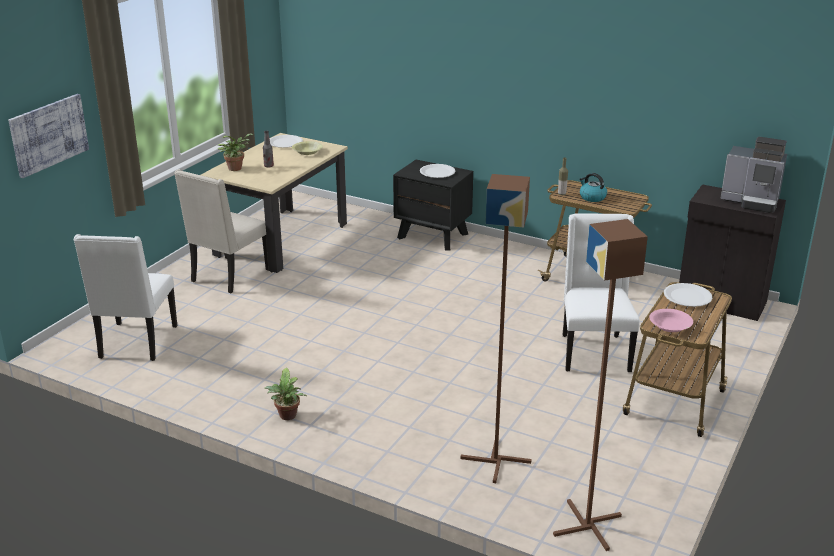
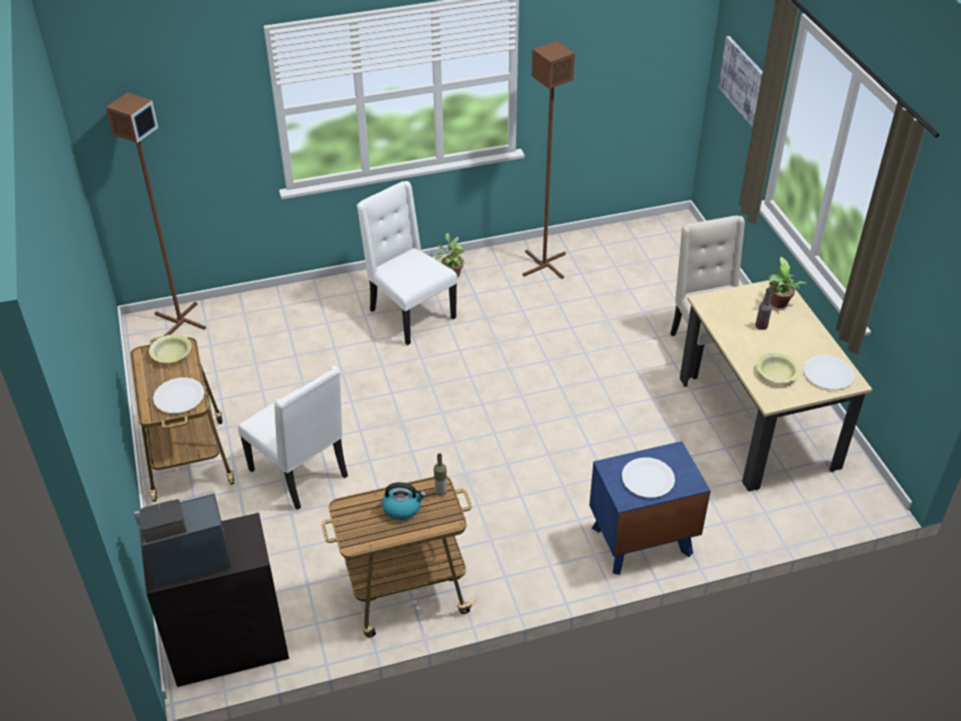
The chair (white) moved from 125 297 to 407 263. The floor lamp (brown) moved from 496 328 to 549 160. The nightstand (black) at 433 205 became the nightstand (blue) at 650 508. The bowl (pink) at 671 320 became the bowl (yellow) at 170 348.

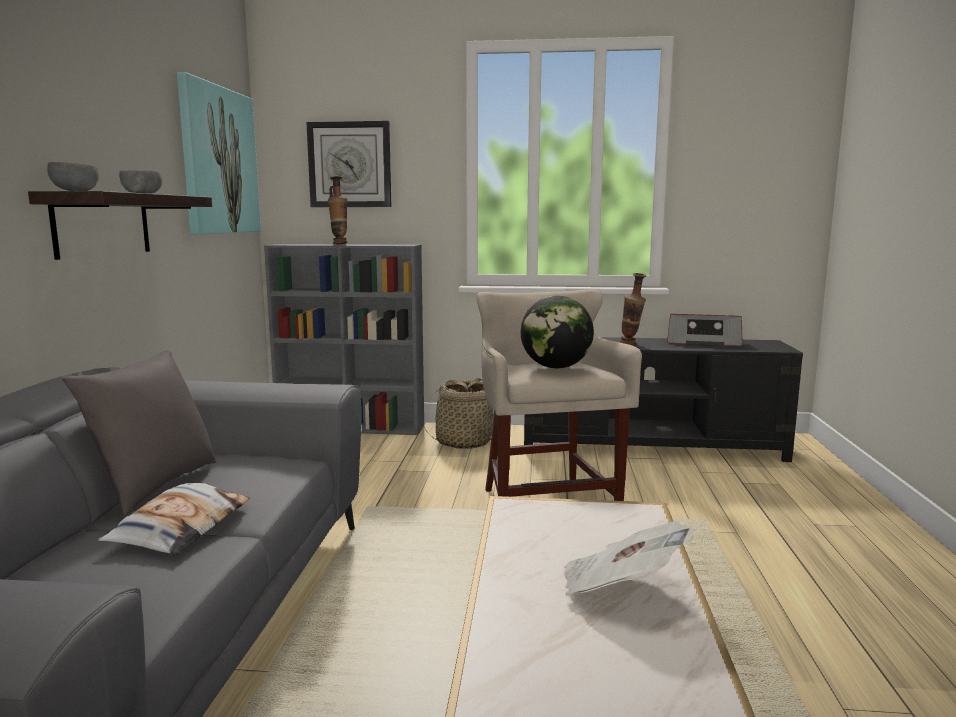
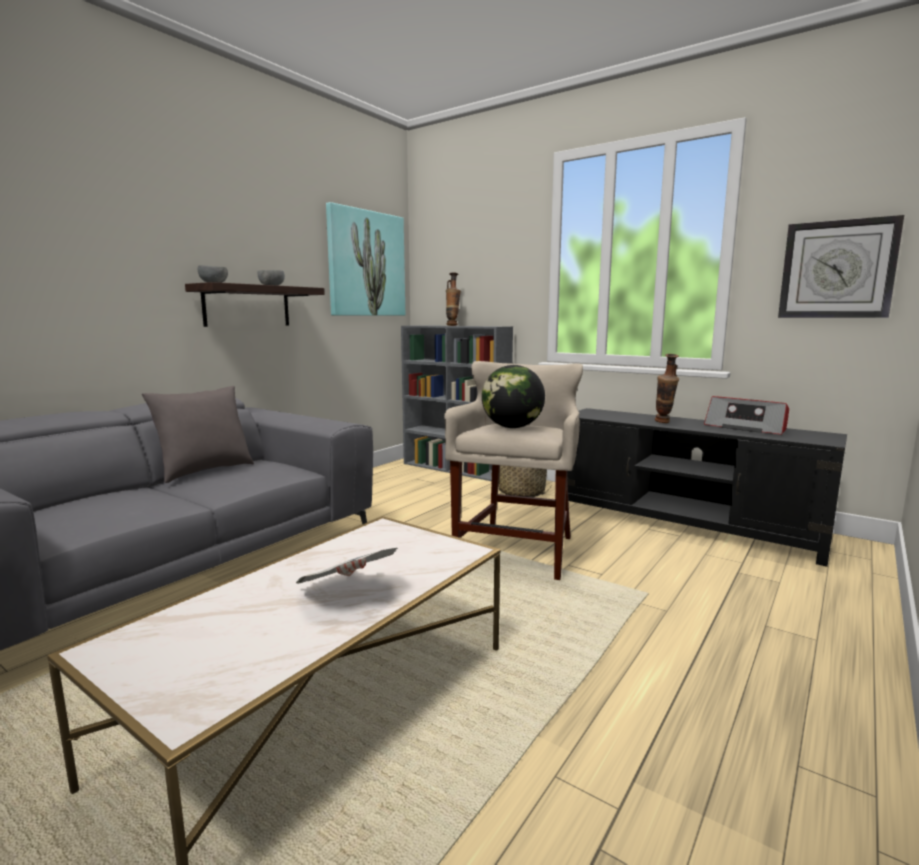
The pillow at 174 519 disappeared. The wall clock moved from 348 164 to 841 266.

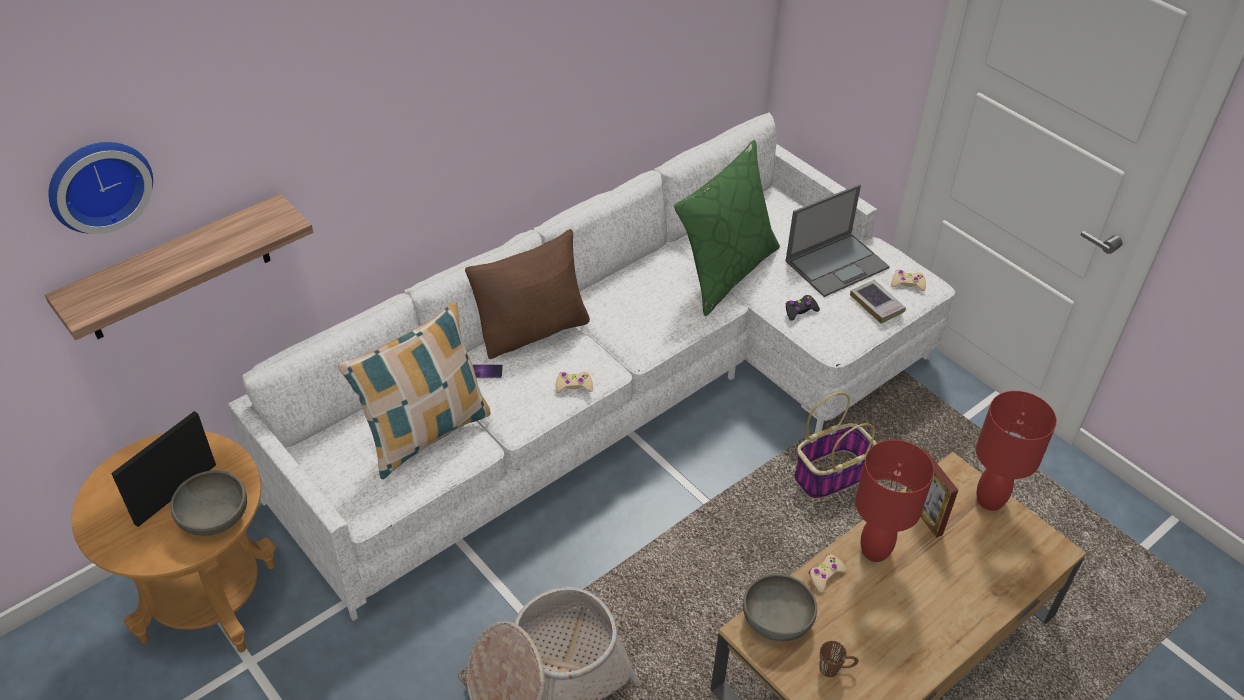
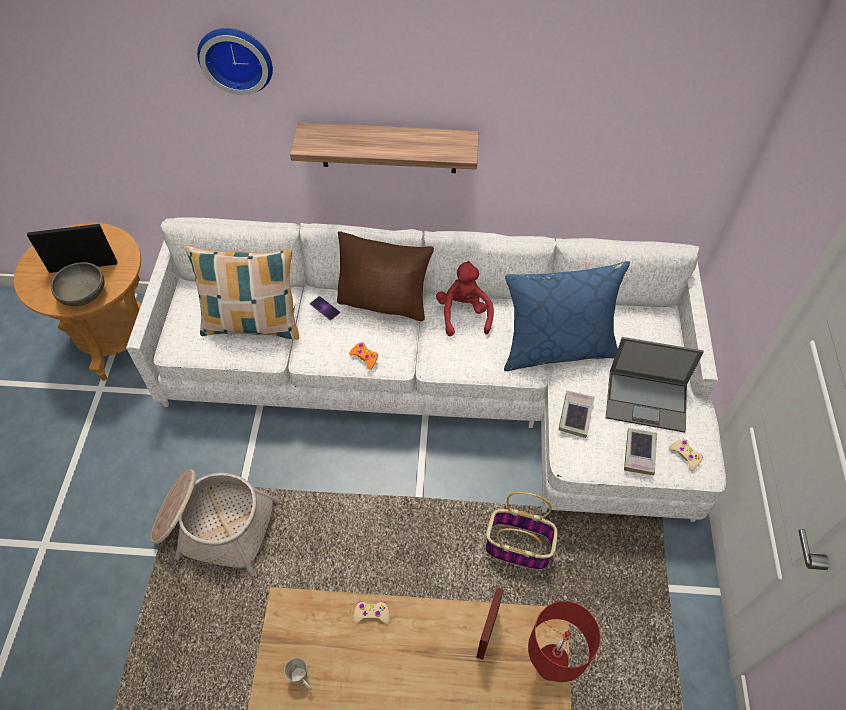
The bowl (grey) at 780 607 disappeared. The table lamp (red) at 894 501 disappeared. The plush toy (red) at 465 298 appeared. The shelf moved from 179 267 to 384 148. The wall clock moved from 100 188 to 235 61. The game controller (black) at 803 308 was replaced by the book at 576 414. The game controller (beige) at 574 382 became the game controller (orange) at 363 355. The pillow (green) at 727 228 became the pillow (blue) at 567 316. The mug (brown) at 839 659 became the mug (white) at 298 674.

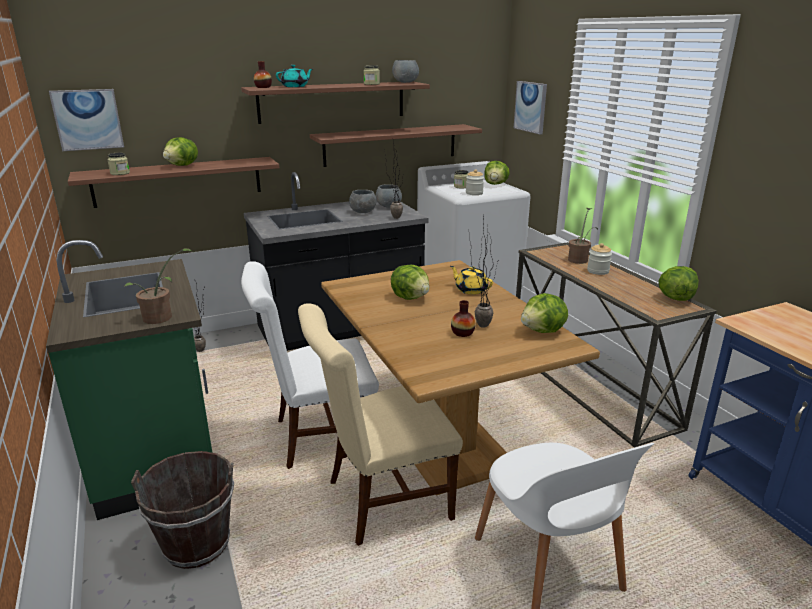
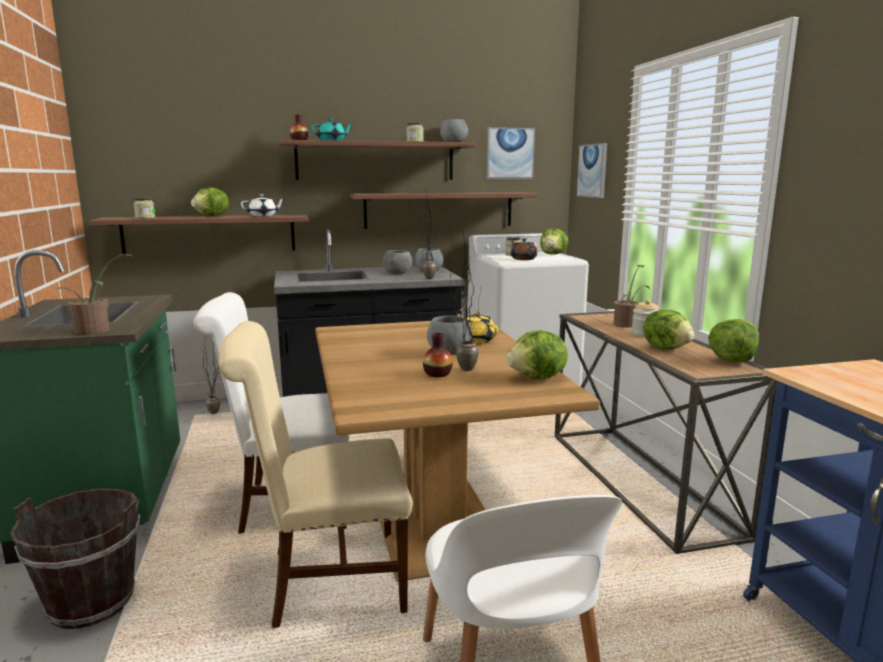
The teapot (white) at 262 205 appeared. The bowl (grey) at 449 335 appeared. The picture moved from 86 120 to 510 153. The lettuce moved from 410 282 to 668 329. The jar at 475 182 was replaced by the teapot (brown) at 524 249.

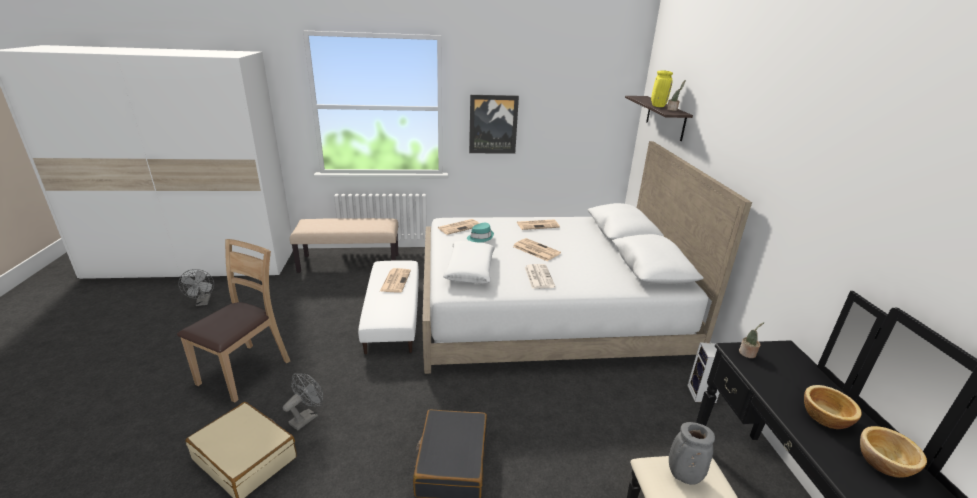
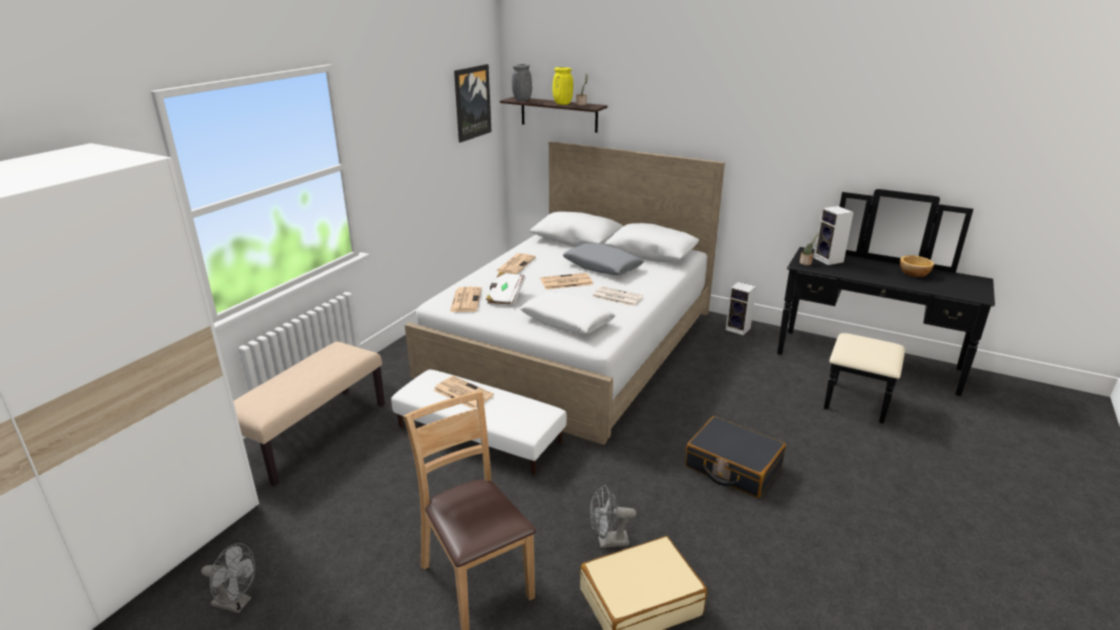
The bowl at 833 407 disappeared. The pillow (grey) at 603 259 appeared. The speaker at 833 235 appeared. The picture moved from 494 124 to 473 103. The vase (grey) moved from 692 453 to 522 82. The hat (turquoise) at 480 233 was replaced by the book (white) at 505 289. The fan (grey) at 303 402 turned 75 degrees counterclockwise.

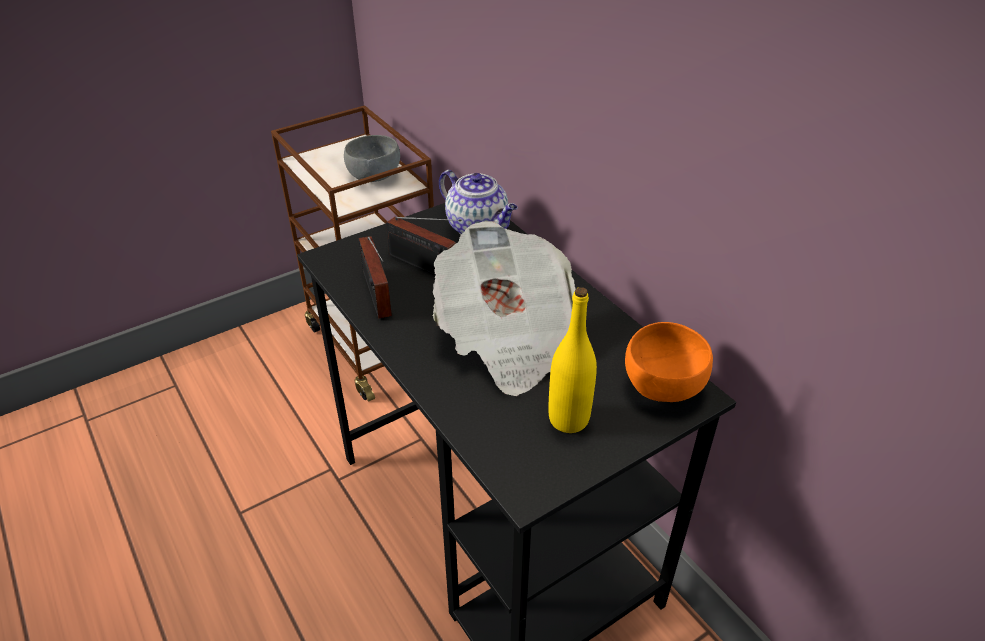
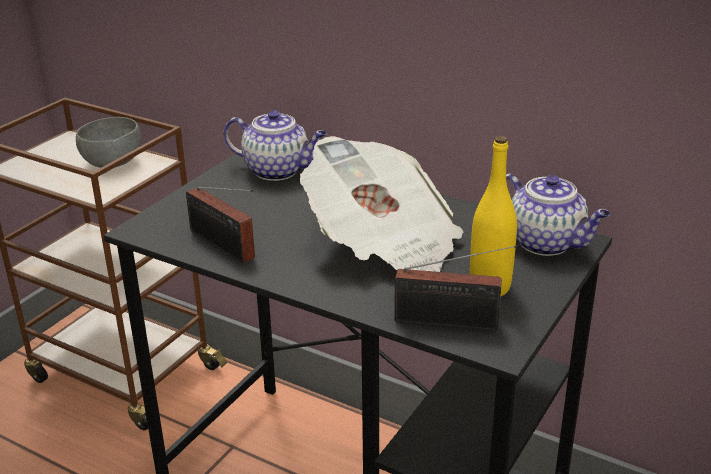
The radio moved from 424 246 to 456 288. The bowl (orange) at 669 362 was replaced by the teapot at 558 215.

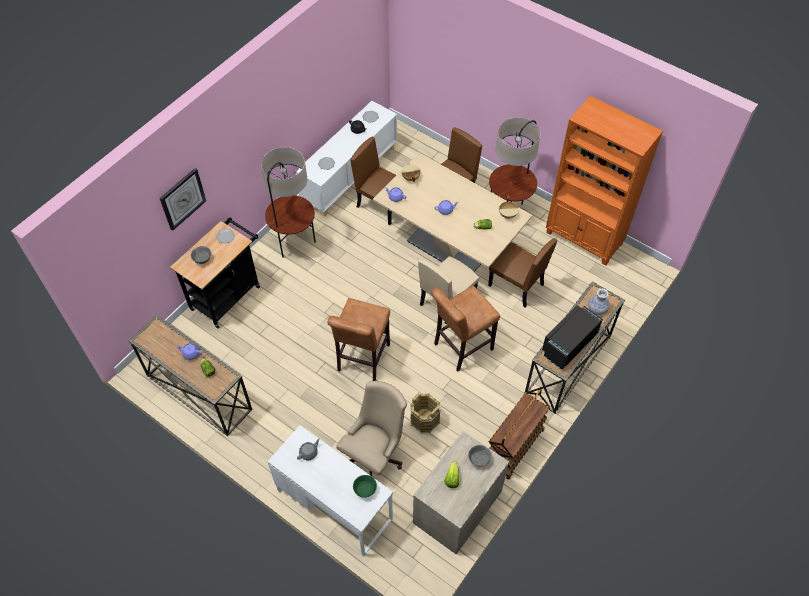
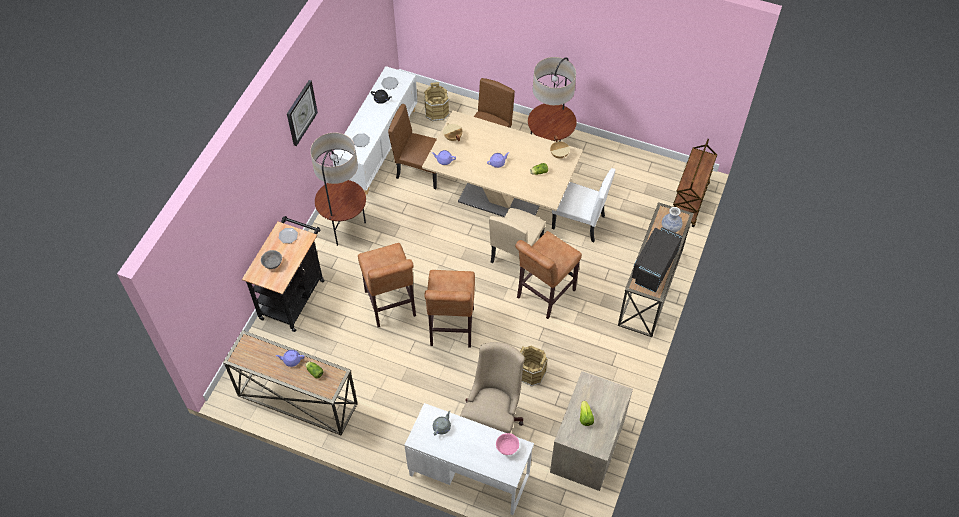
The bowl (grey) at 480 456 disappeared. The bookcase (orange) at 604 180 disappeared. The stool (brown) at 387 285 appeared. The bucket (brown) at 437 101 appeared. The wall clock moved from 183 199 to 302 113. The cart (brown) moved from 520 434 to 695 183. The bowl (green) at 365 486 became the bowl (pink) at 507 444. The chair (brown) at 522 273 became the chair (white) at 583 205.

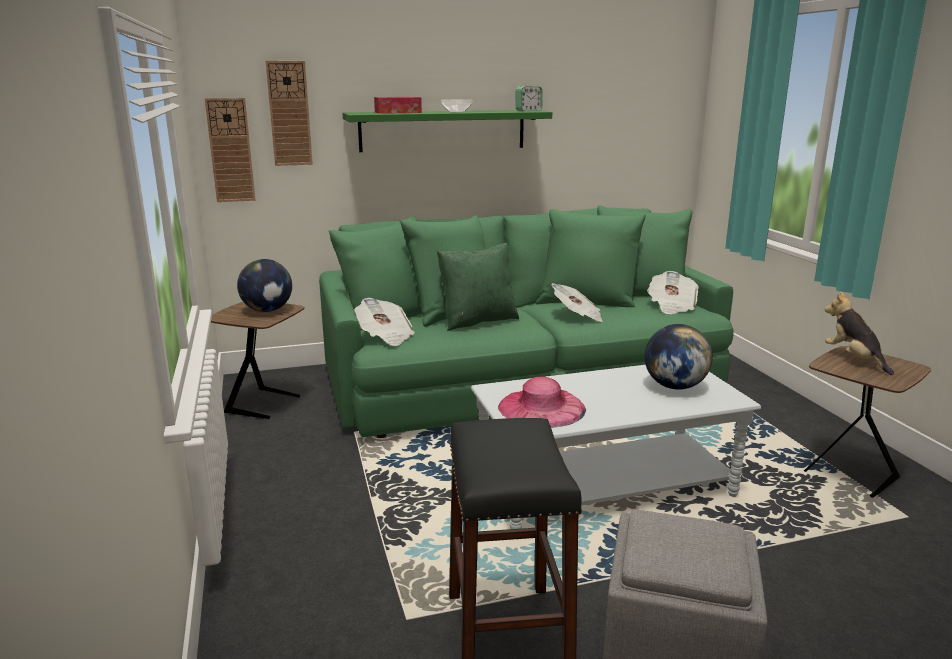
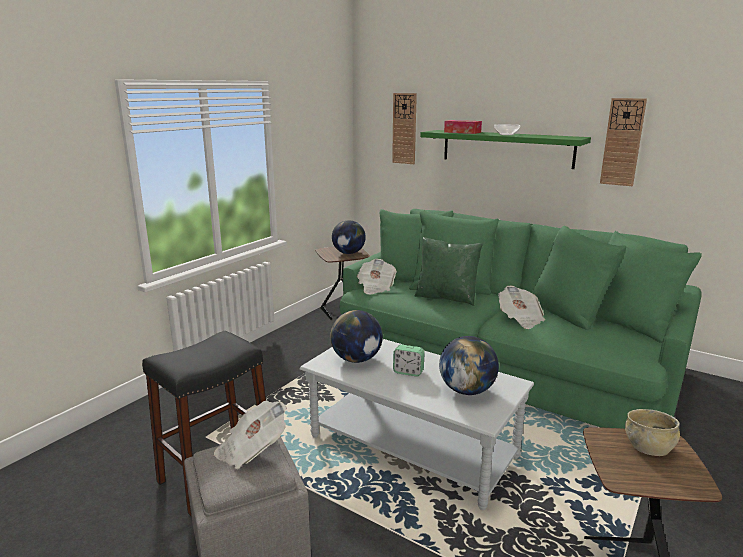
The wall clock moved from 230 150 to 623 142. The alarm clock moved from 528 99 to 409 360. The newspaper moved from 673 292 to 250 435. The hat (pink) at 542 402 was replaced by the globe at 356 336. The plush toy at 859 333 was replaced by the bowl (beige) at 652 432.

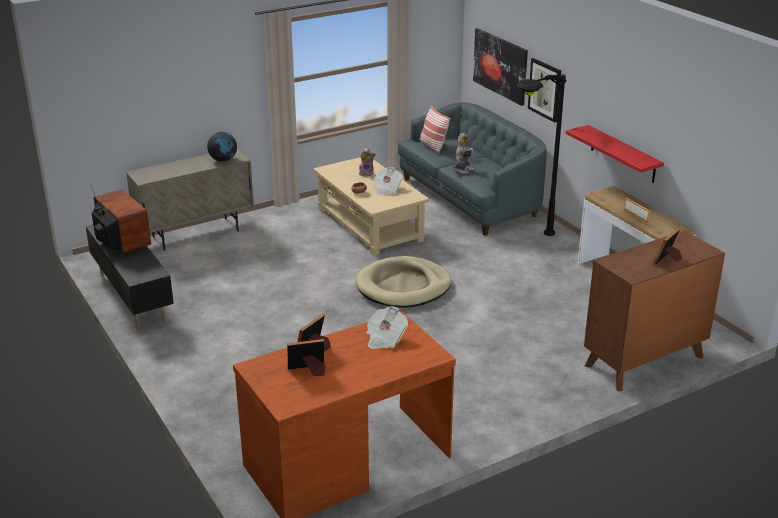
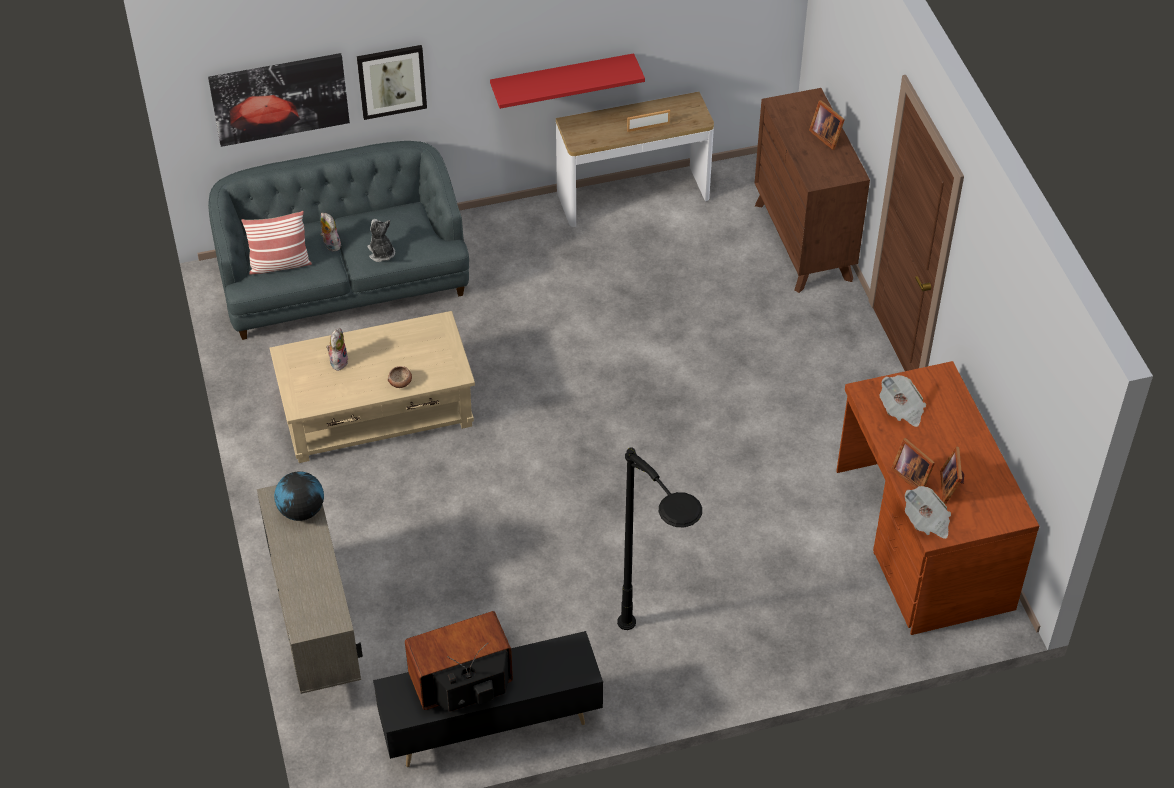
The dog bed (beige) at 404 282 disappeared. The newspaper moved from 388 181 to 928 512. The floor lamp (black) moved from 541 155 to 659 538.

